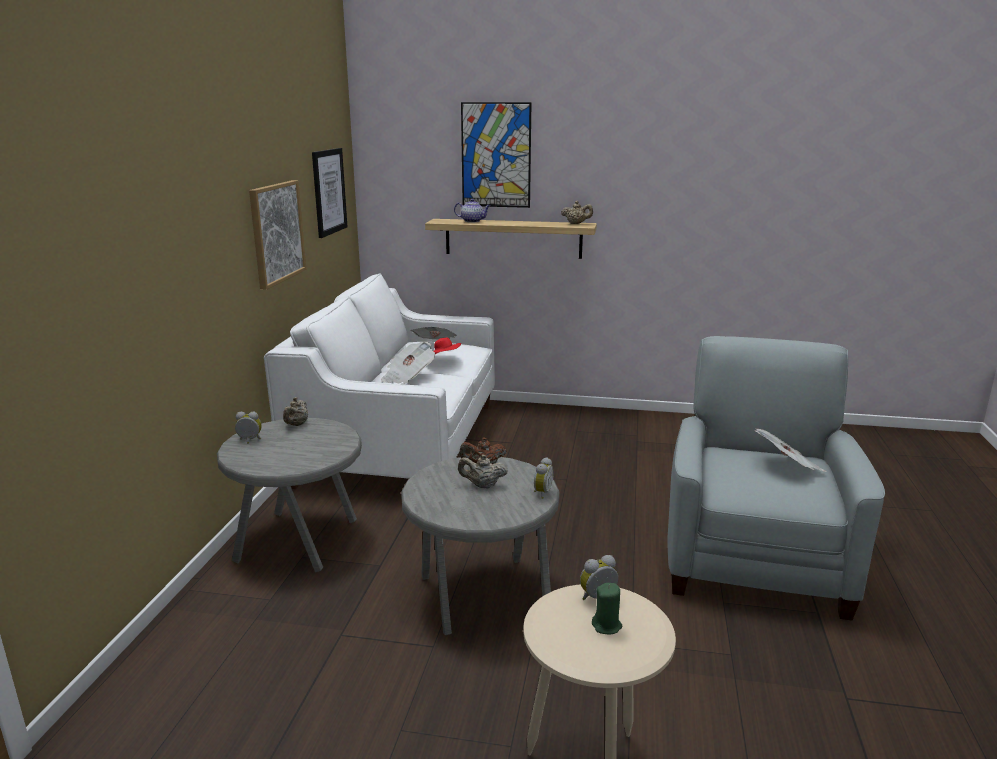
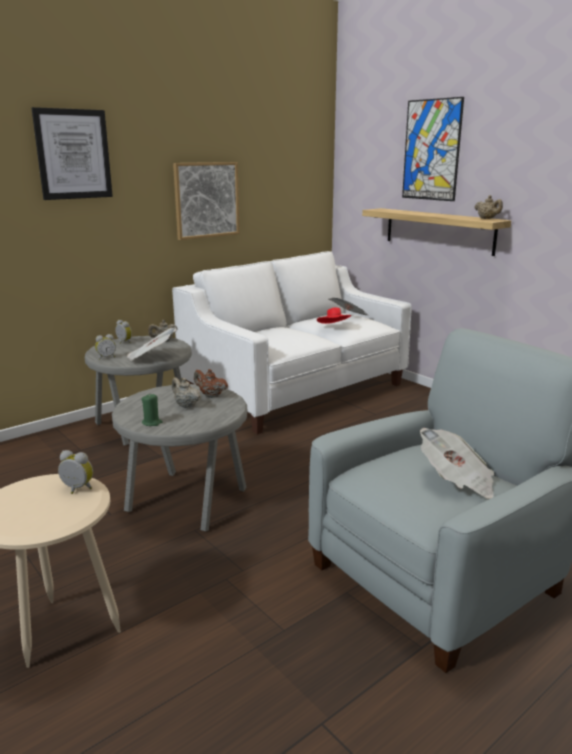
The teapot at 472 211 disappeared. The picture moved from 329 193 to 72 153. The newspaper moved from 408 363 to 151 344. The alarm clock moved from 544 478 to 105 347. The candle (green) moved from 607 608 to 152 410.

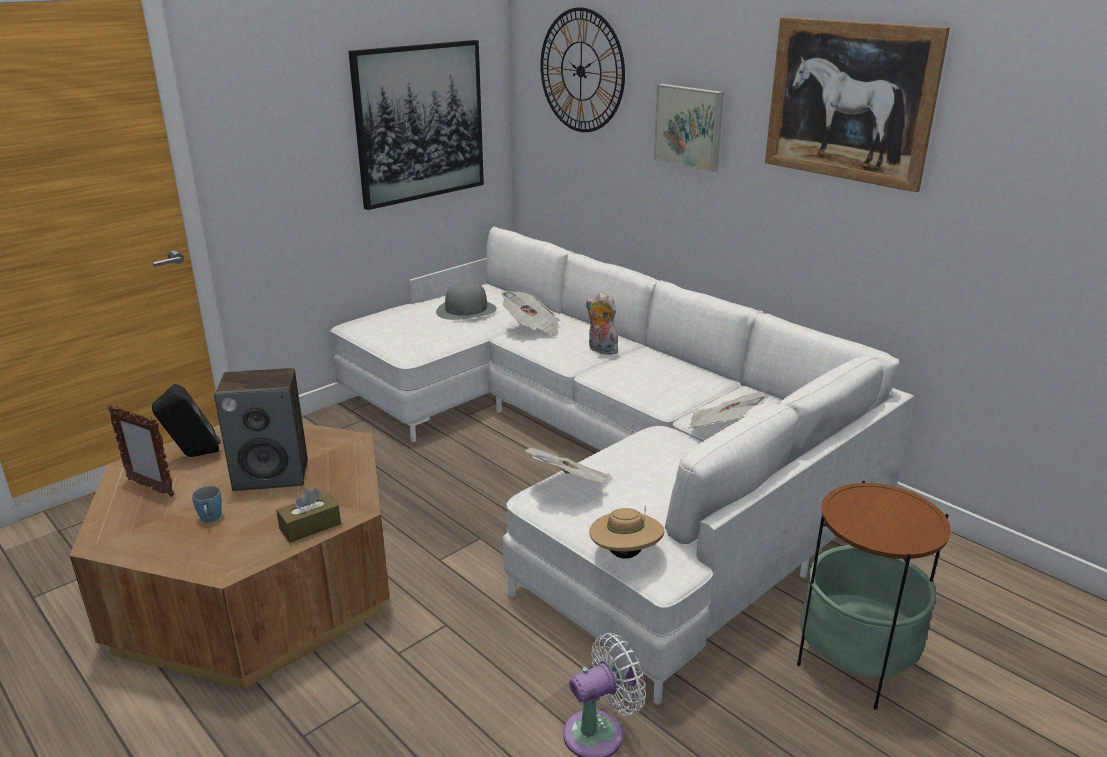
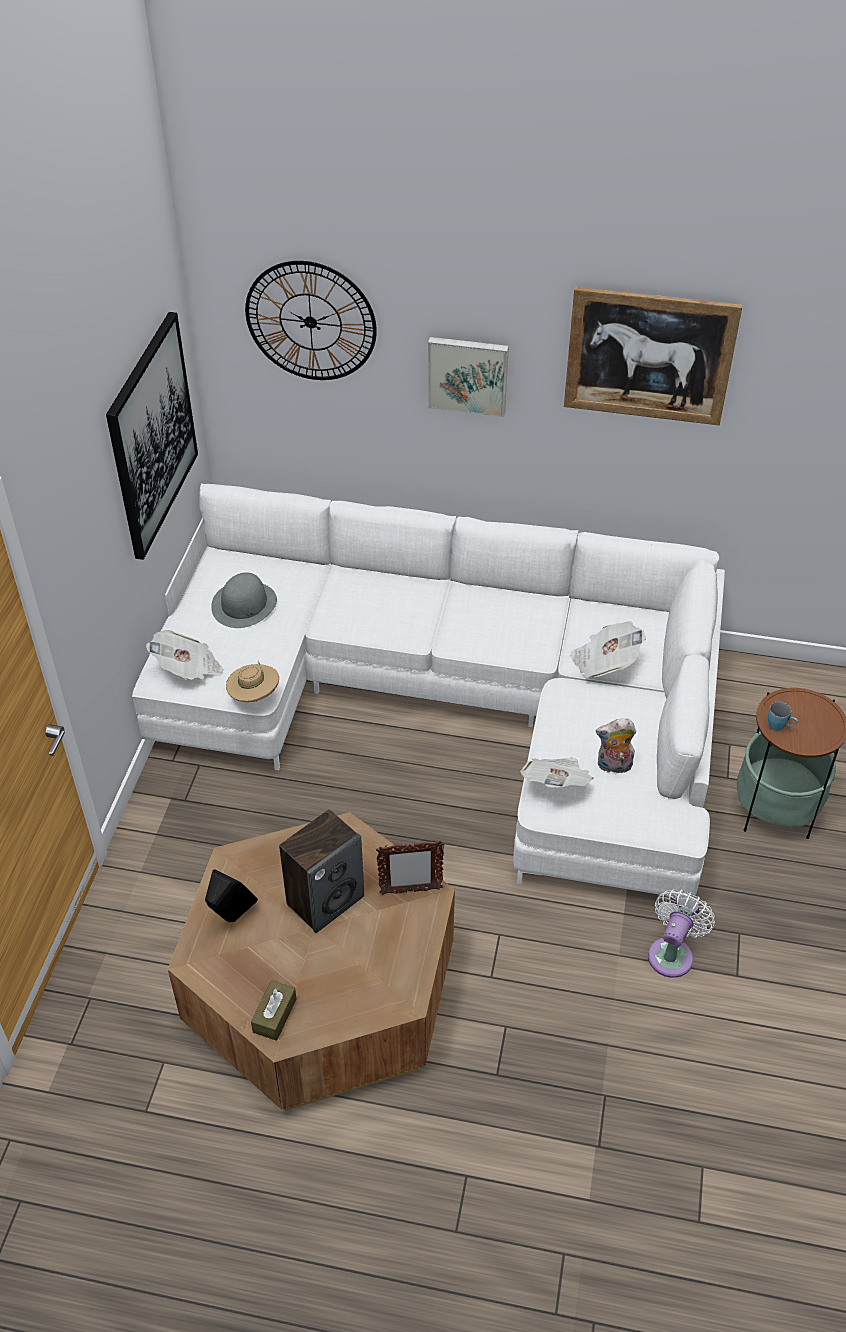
The picture frame moved from 141 451 to 410 868. The mug (blue) moved from 207 504 to 783 716. The tissue box (brown) moved from 308 515 to 273 1010. The newspaper moved from 530 313 to 185 655. The plush toy moved from 602 323 to 616 747. The hat (beige) moved from 626 532 to 252 681.

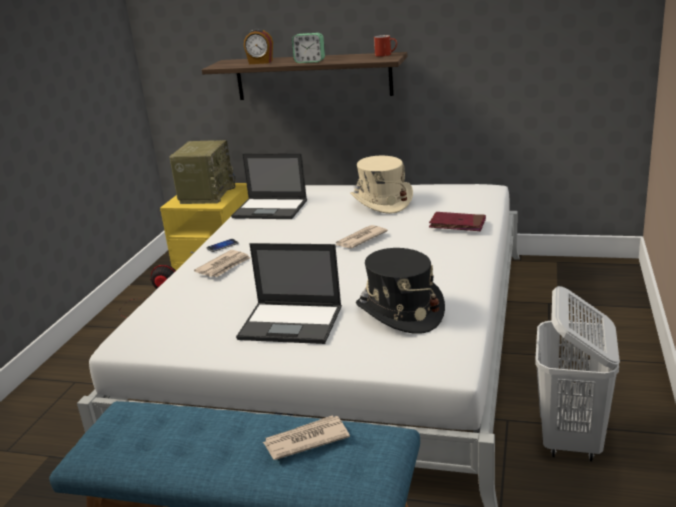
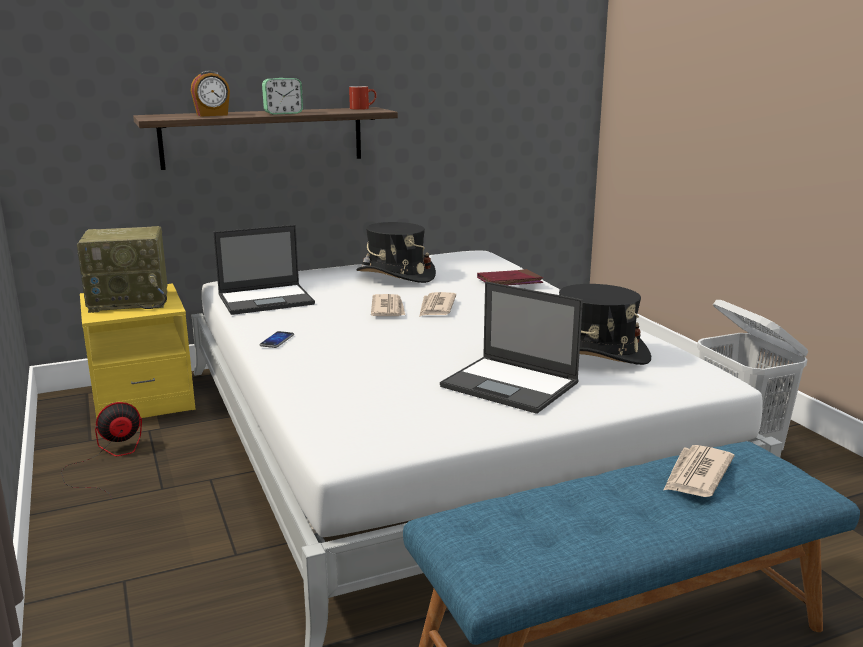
The newspaper moved from 222 263 to 388 305. The hat (beige) at 381 185 became the hat (black) at 396 252. The radio at 202 172 turned 105 degrees clockwise. The laptop at 289 293 turned 60 degrees clockwise.

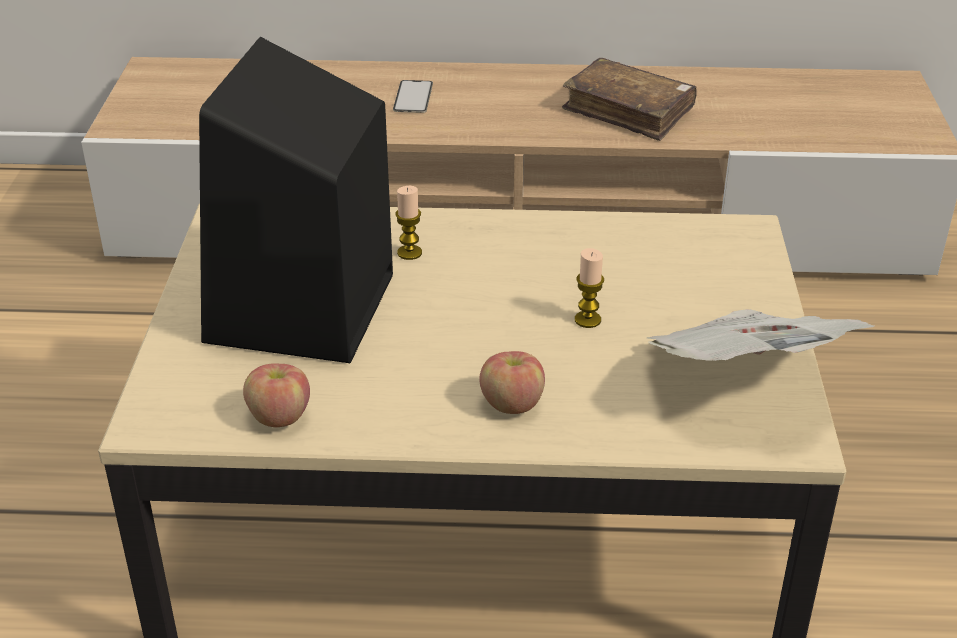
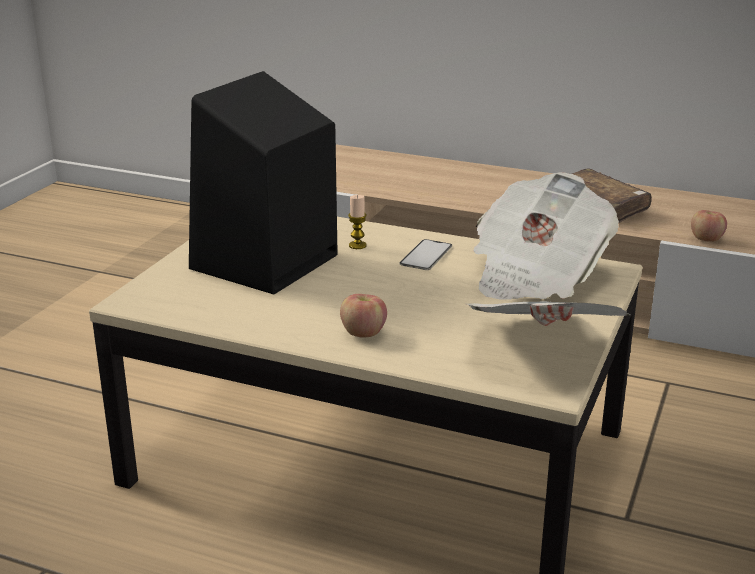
The candle at 589 288 disappeared. The newspaper at 546 236 appeared. The apple moved from 276 395 to 709 226. The phone moved from 413 96 to 426 254.

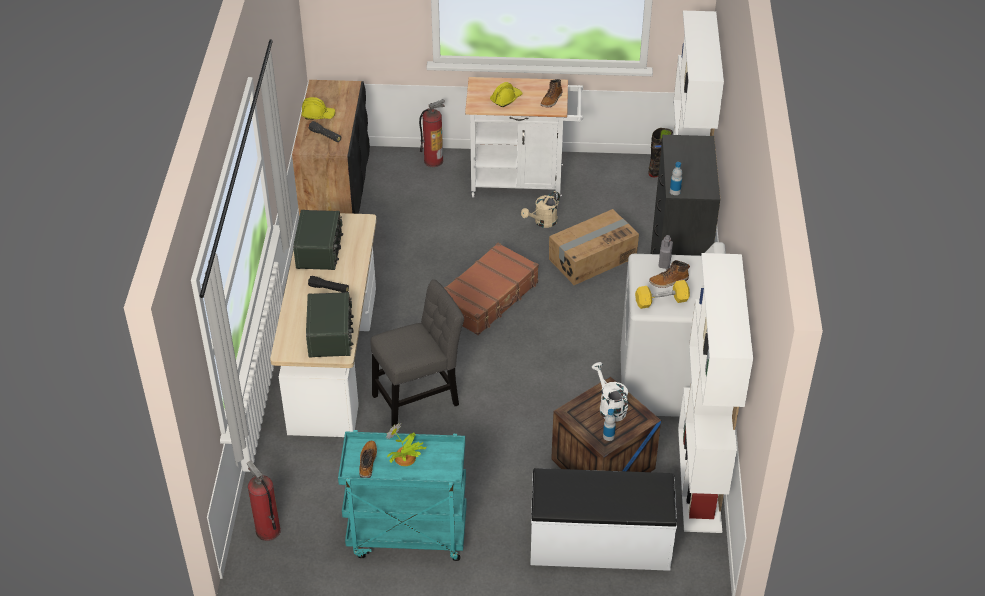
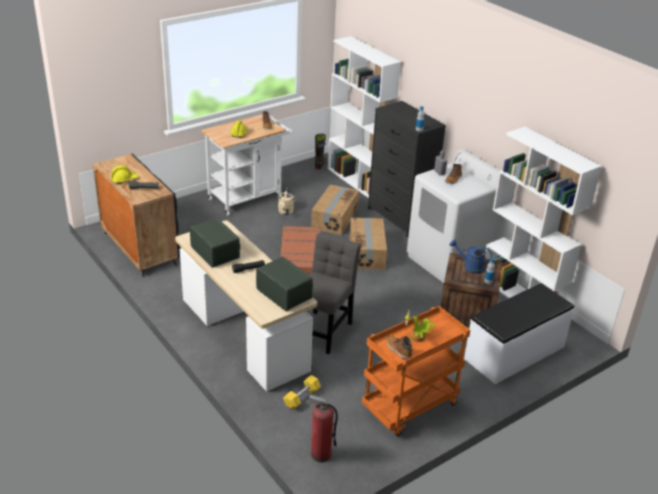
The fire extinguisher at 432 133 disappeared. The cardboard box at 368 244 appeared. The dumbbell (yellow) moved from 662 294 to 302 392. The cart (turquoise) at 402 495 became the cart (orange) at 416 371. The watering can (white) at 609 392 became the watering can (blue) at 471 256.

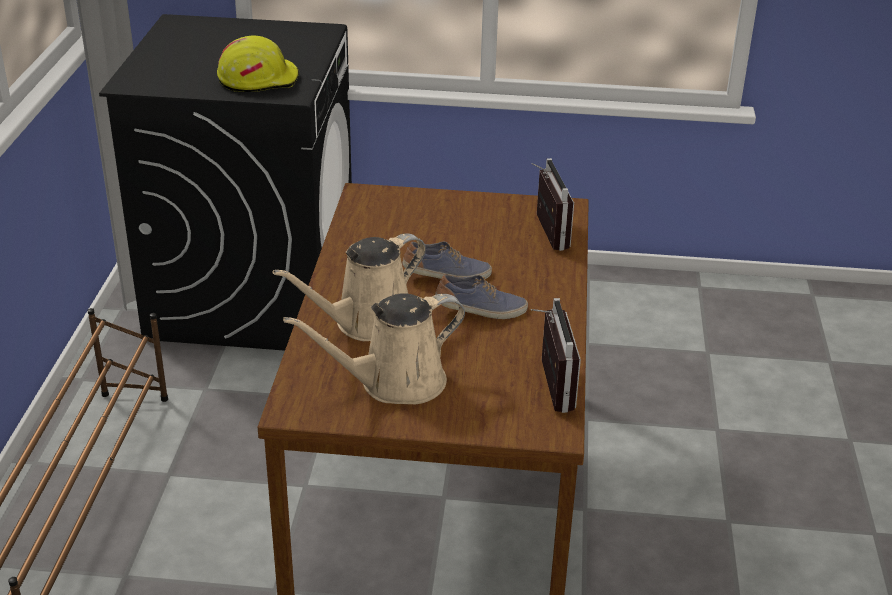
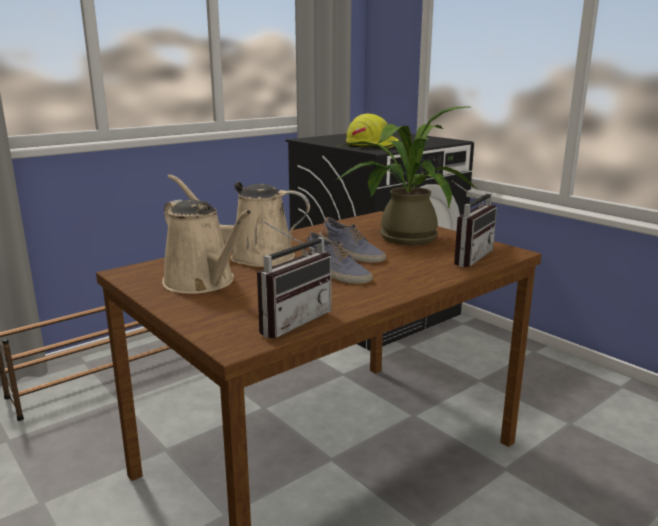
The potted plant at 406 175 appeared. The watering can (beige) at 374 349 turned 150 degrees counterclockwise.

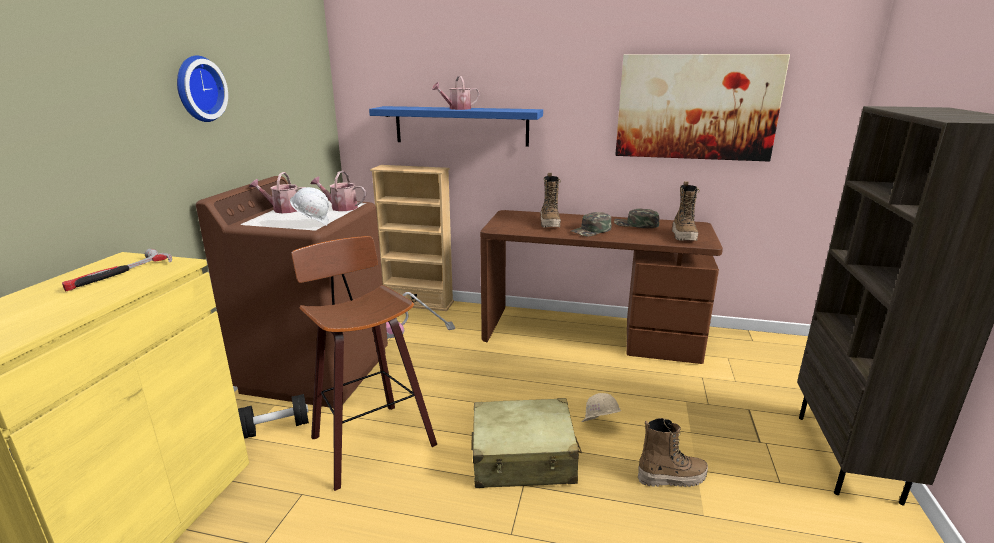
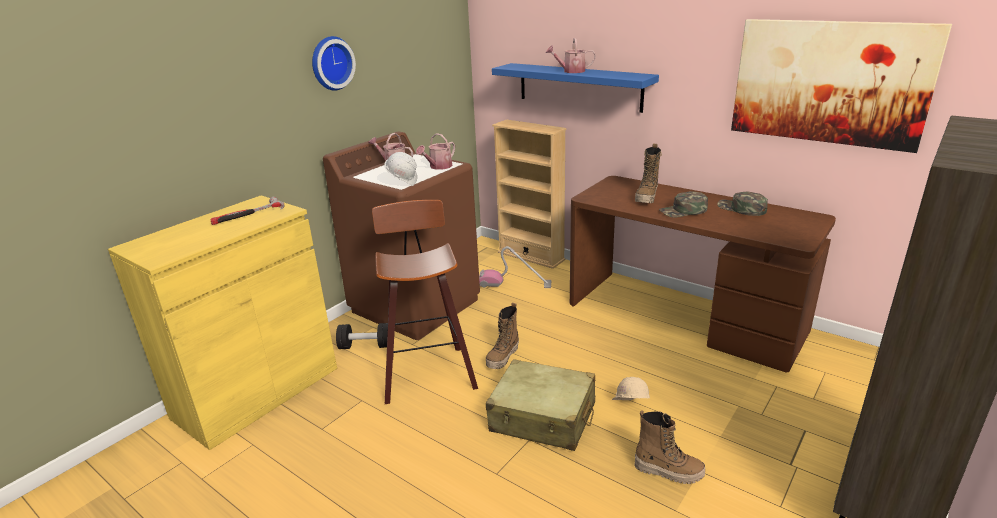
The boot moved from 686 211 to 502 336. The watering can at 338 190 turned 90 degrees counterclockwise.

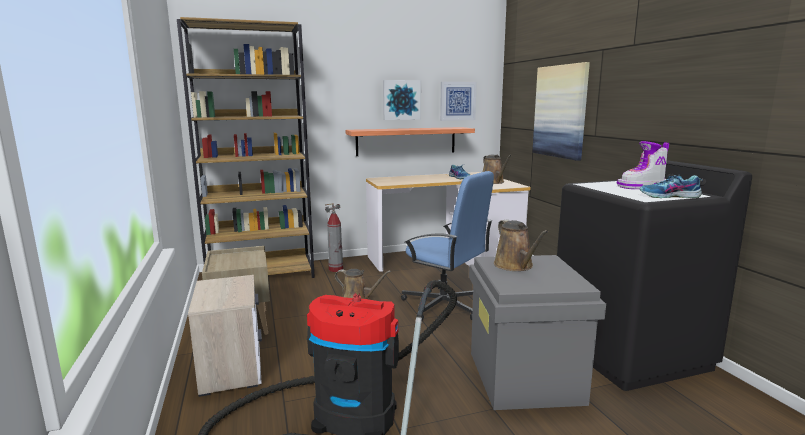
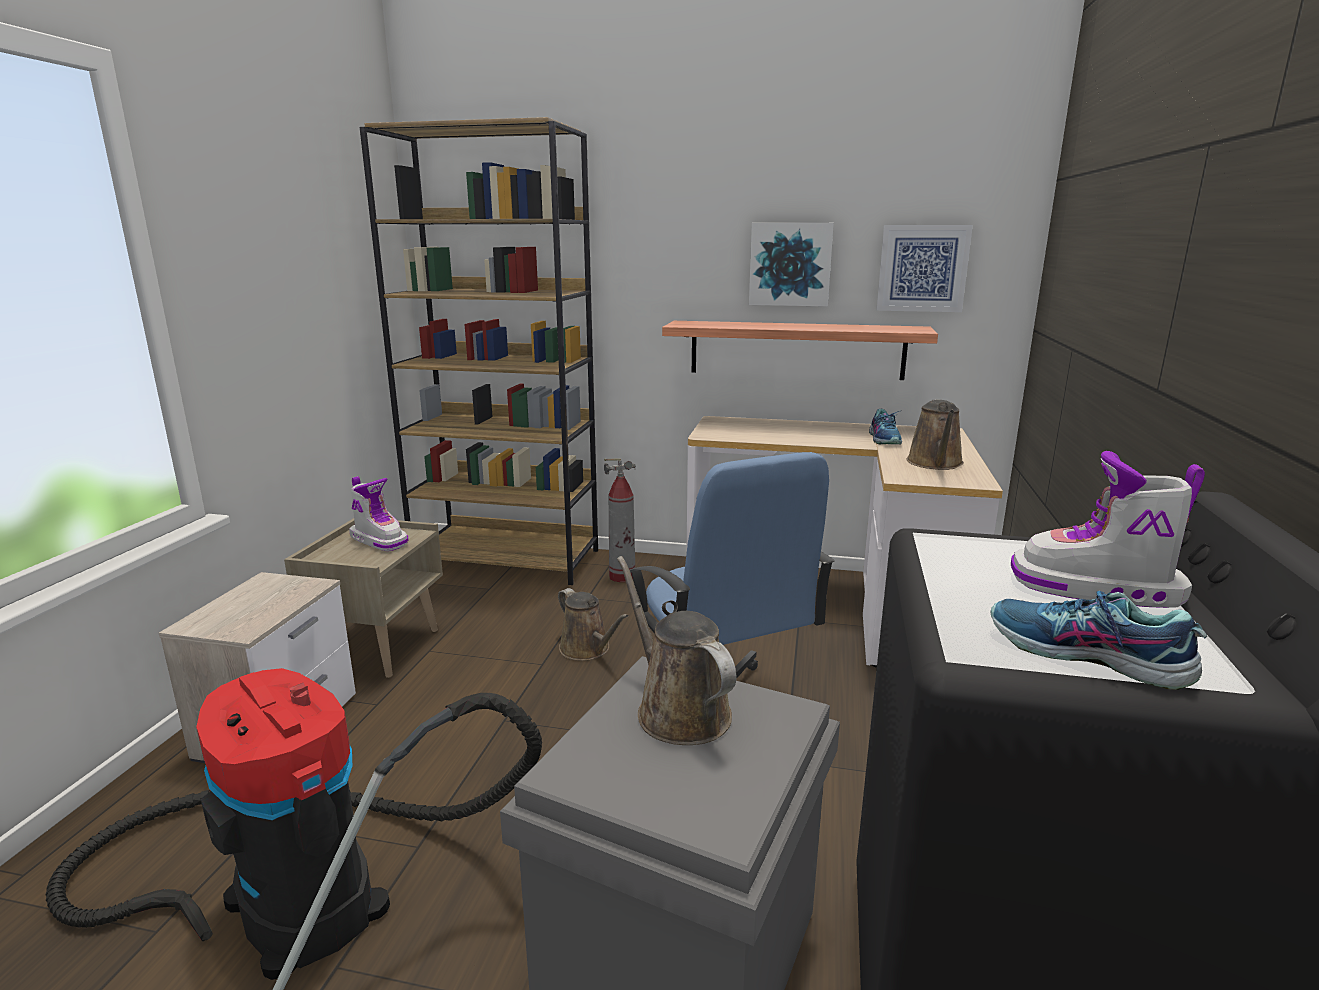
The picture at 561 111 disappeared. The boot at 378 513 appeared. The watering can (brown) at 521 245 turned 135 degrees clockwise.

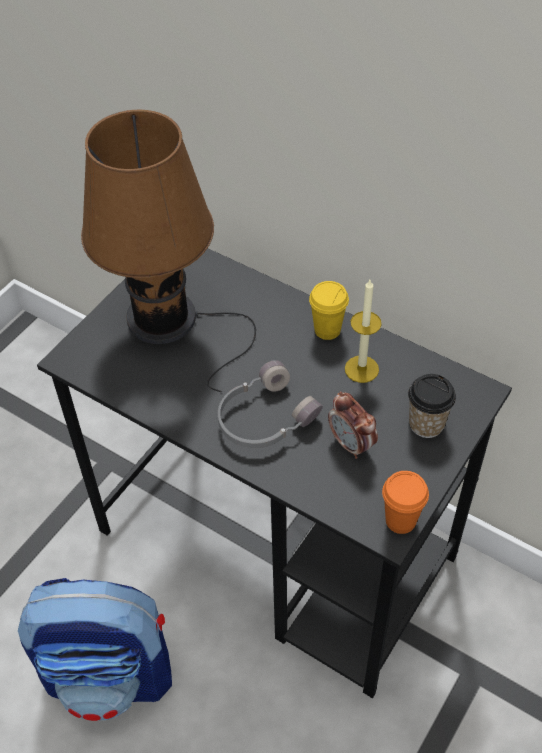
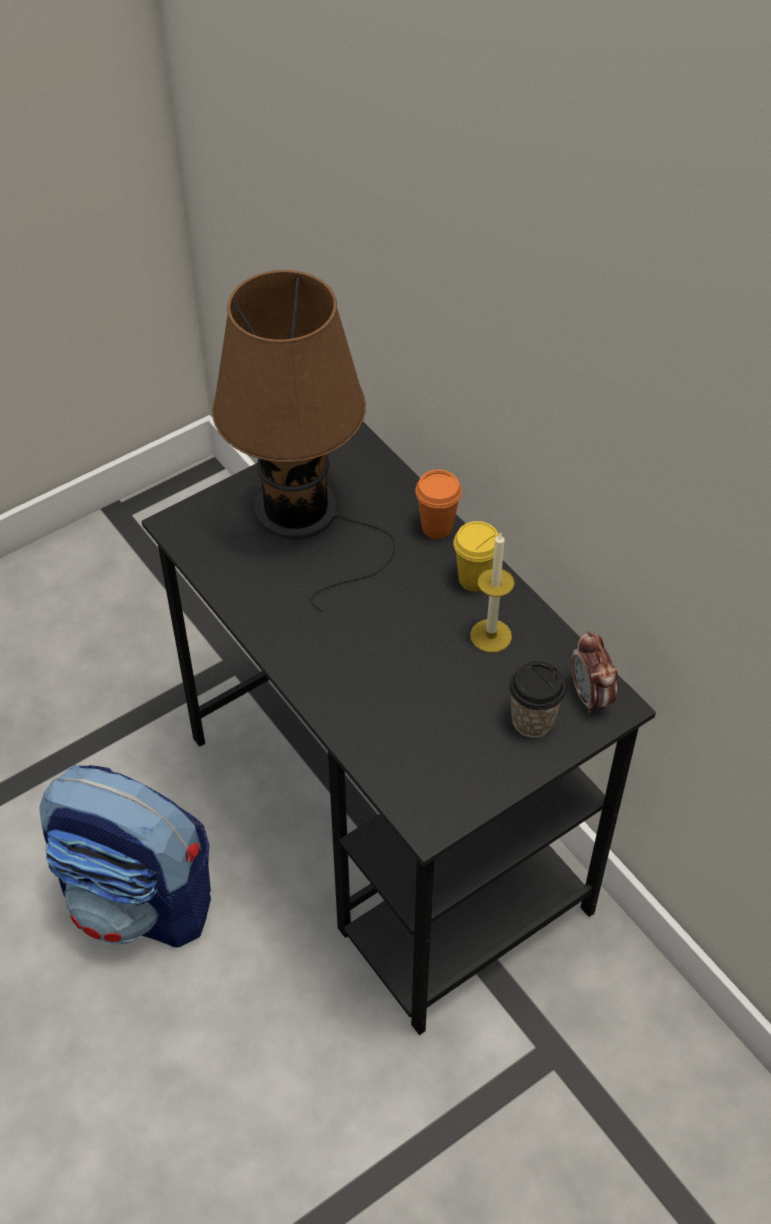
The headphones (grey) at 270 404 disappeared. The alarm clock moved from 353 425 to 594 671. The cup (orange) moved from 405 502 to 438 504.

